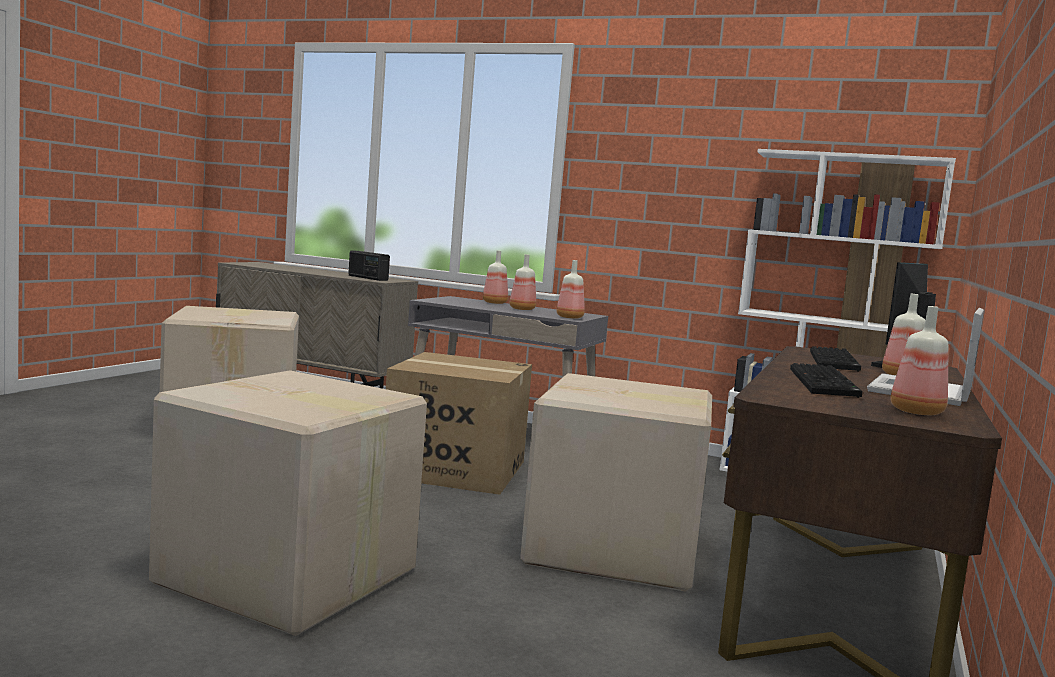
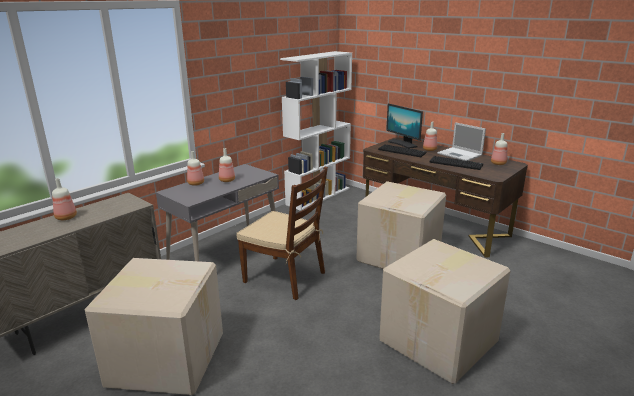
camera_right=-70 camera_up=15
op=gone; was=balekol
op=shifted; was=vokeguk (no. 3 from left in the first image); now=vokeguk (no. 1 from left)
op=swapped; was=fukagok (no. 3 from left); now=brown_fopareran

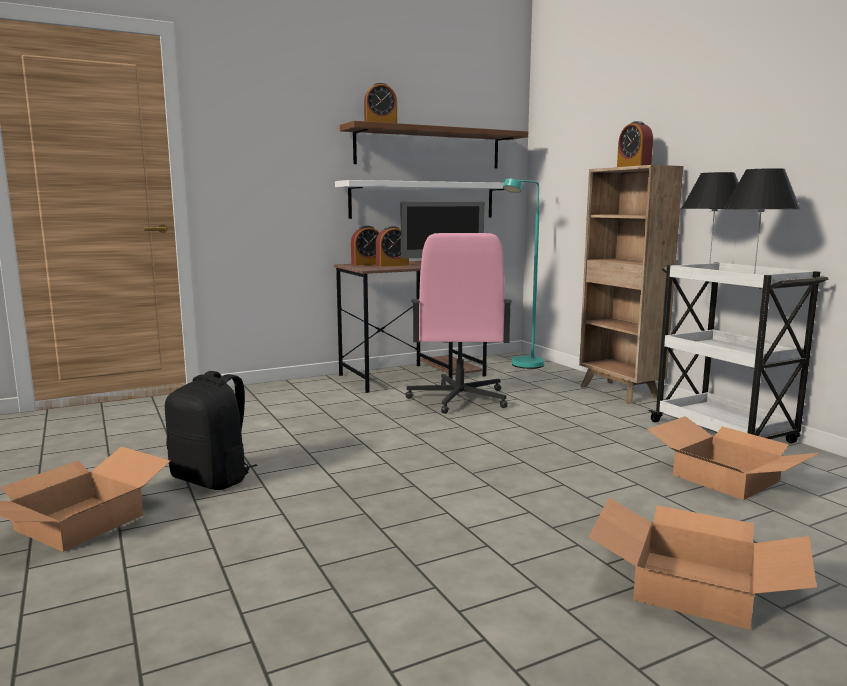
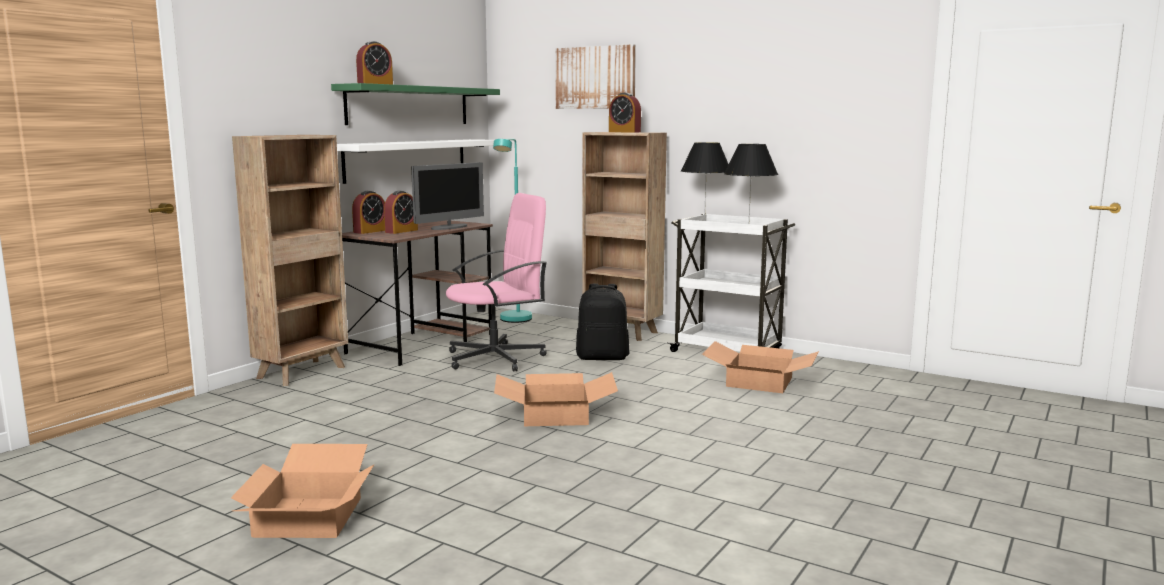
camera_right=-30 camera_up=0
op=repainted; was=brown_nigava; now=green_nigava
op=rotated; was=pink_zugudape; clockwise=-90
op=shifted; was=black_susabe
op=shifted; was=fukagok (no. 2 from left)
op=new; now=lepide
op=new; now=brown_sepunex (no. 1 from left)

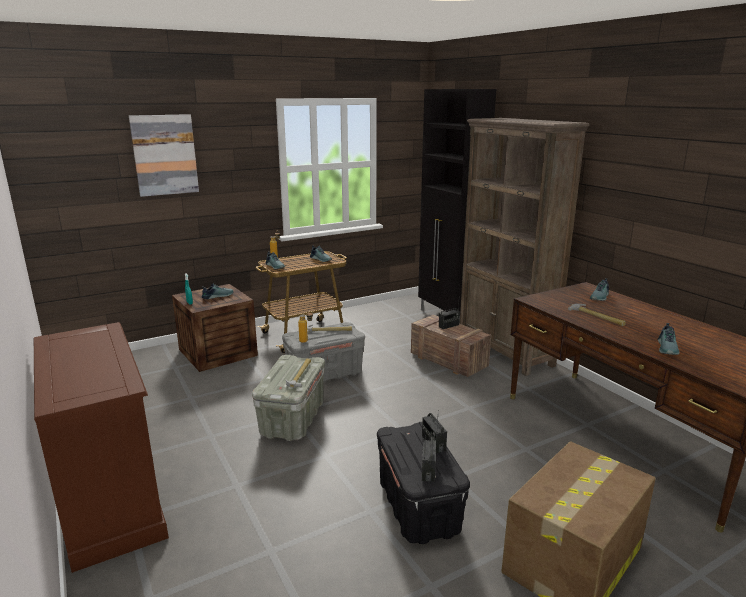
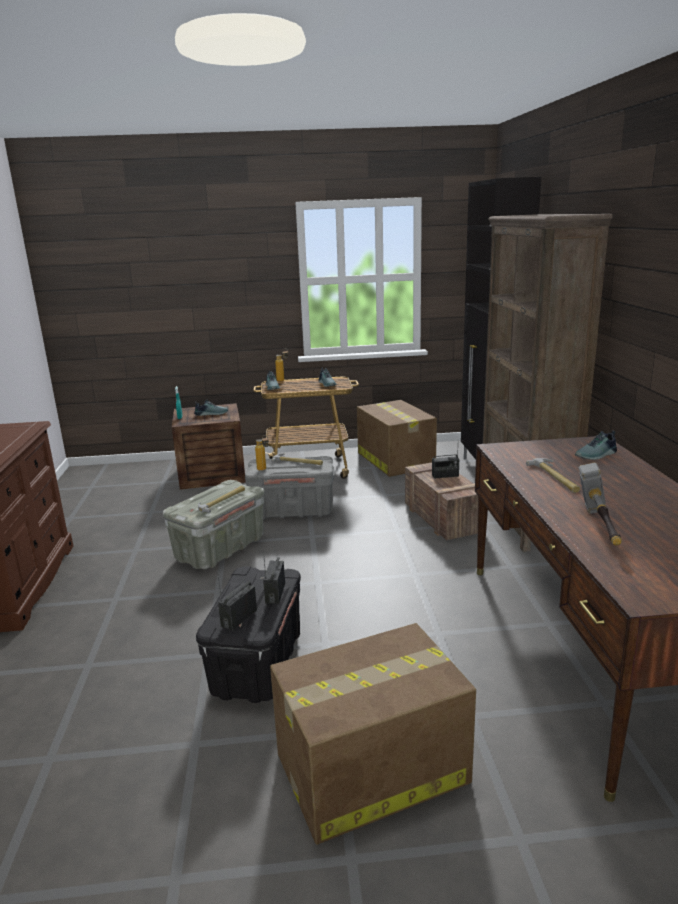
camera_right=25 camera_up=0
op=gone; was=lepide
op=swapped; was=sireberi (no. 5 from left); now=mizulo (no. 4 from left)
op=new; now=fukagok (no. 2 from left)

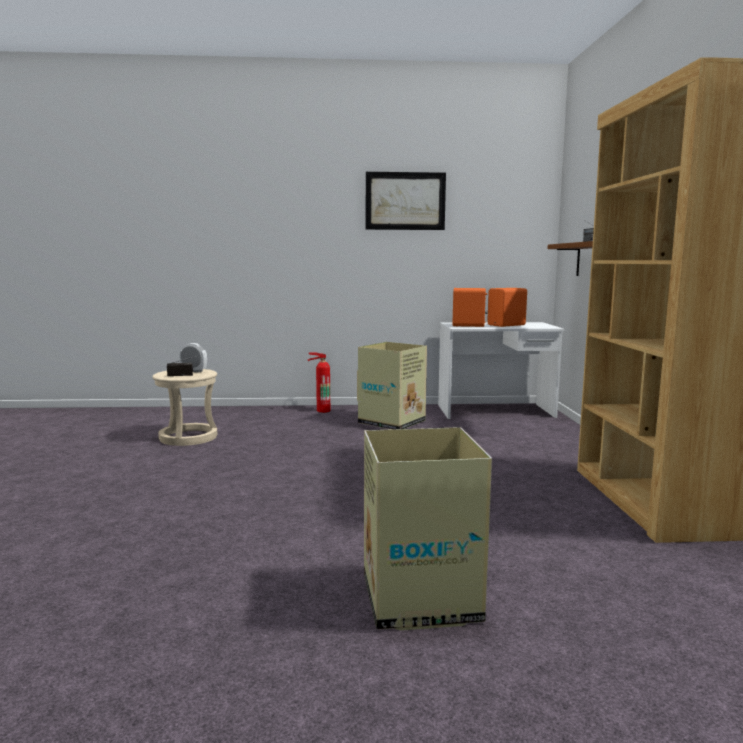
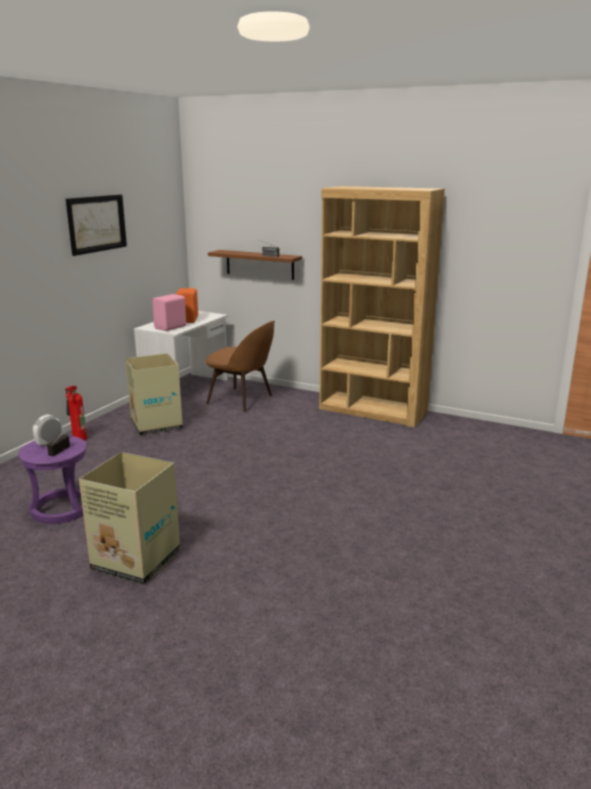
camera_right=-60 camera_up=10
op=repainted; was=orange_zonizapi (no. 1 from left); now=pink_zonizapi
op=repainted; was=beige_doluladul; now=purple_doluladul
op=shifted; was=fukagok (no. 2 from left in the first image); now=fukagok (no. 1 from left)
op=new; now=brown_fopareran

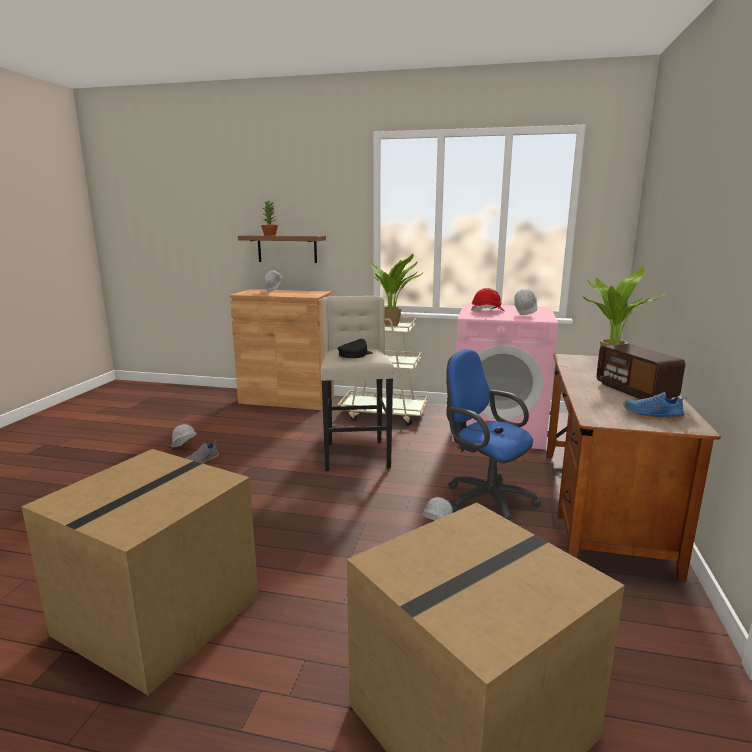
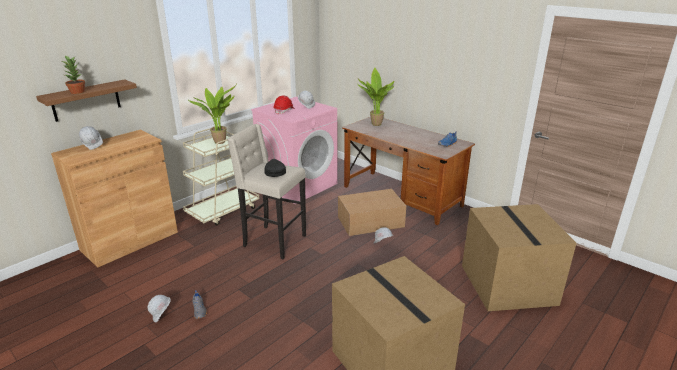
camera_right=-60 camera_up=10
op=gone; was=balekol
op=swapped; was=blue_zugudape; now=fukagok (no. 1 from left)

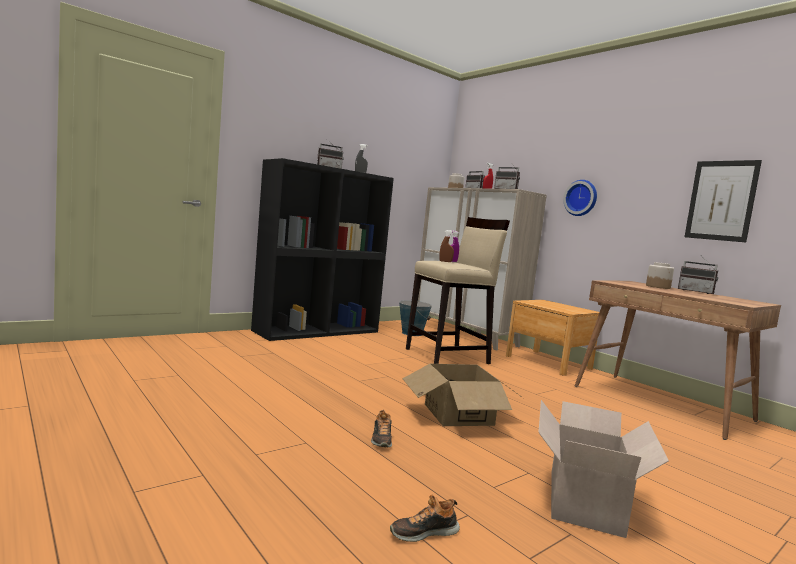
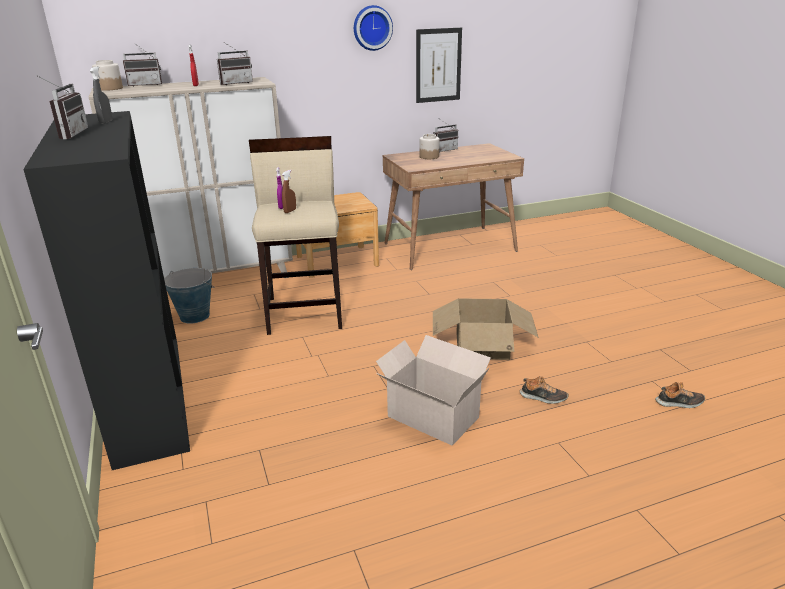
camera_right=-70 camera_up=20
op=shifted; was=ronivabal
op=shifted; was=fukagok (no. 2 from left in the first image); now=fukagok (no. 1 from left)
op=rotated; was=sireberi (no. 2 from left); clockwise=-90

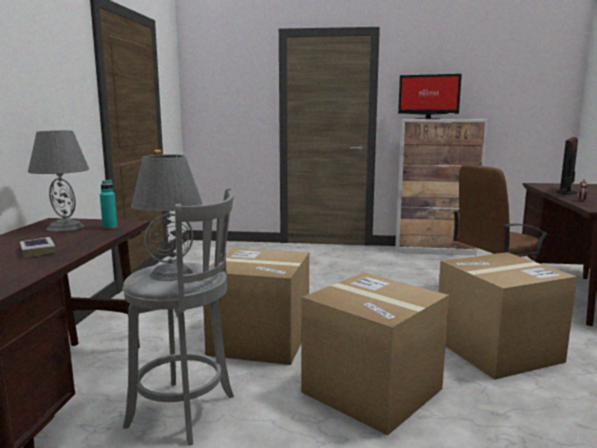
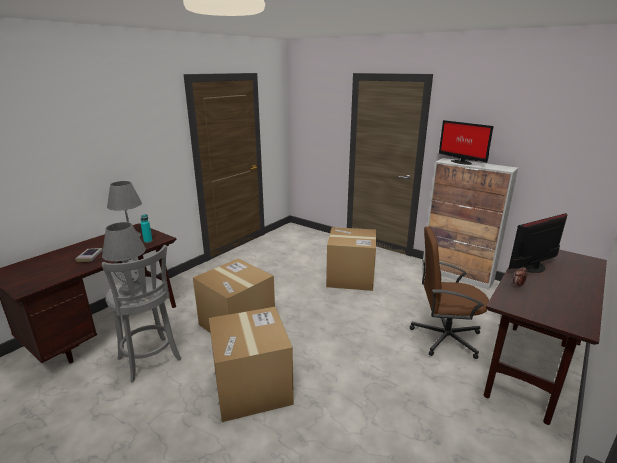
camera_right=30 camera_up=10
op=shifted; was=fukagok (no. 3 from left)

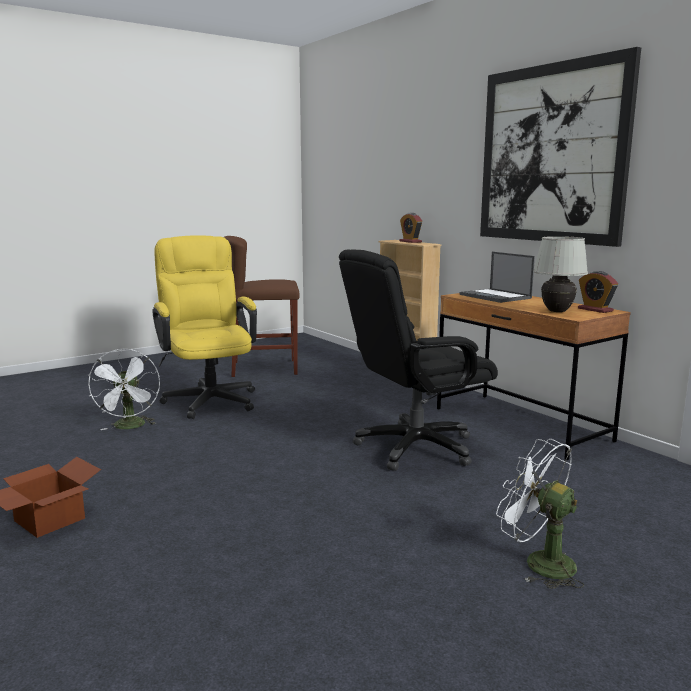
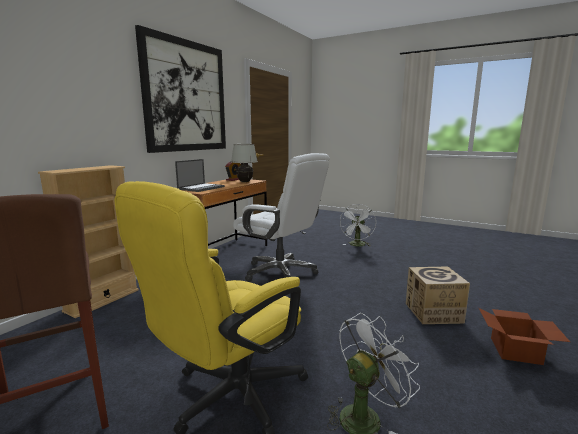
camera_right=-115 camera_up=0
op=gone; was=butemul (no. 1 from left)
op=repainted; was=black_zugudape; now=white_zugudape
op=new; now=fukagok (no. 1 from left)

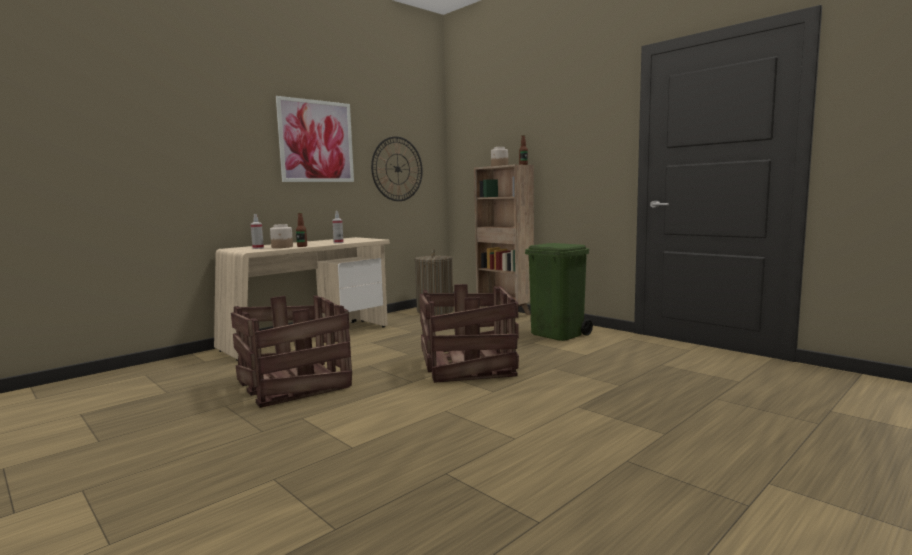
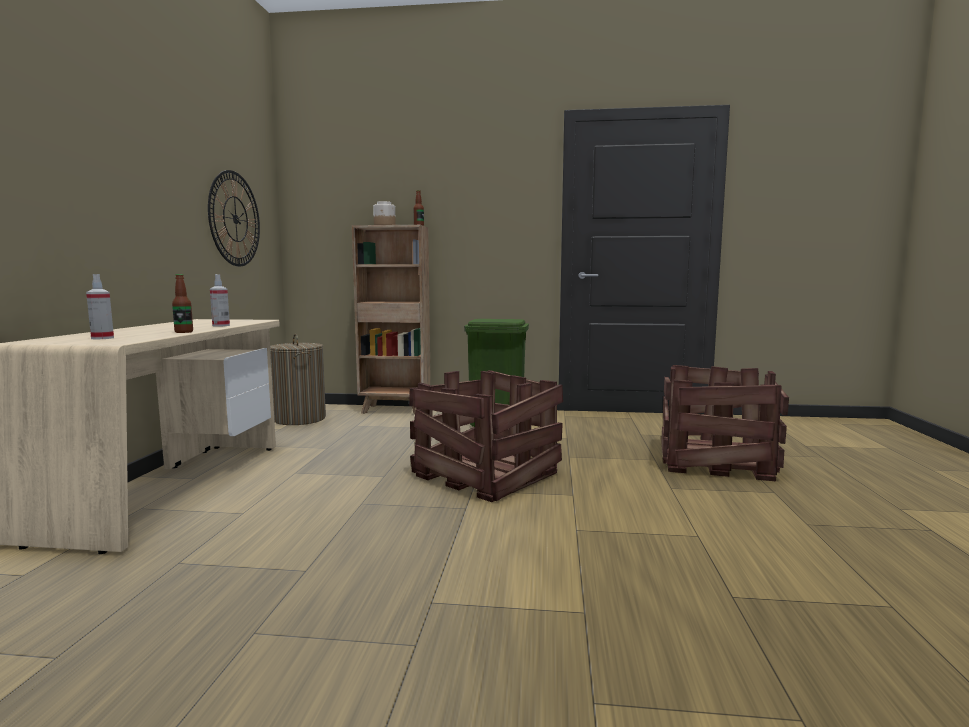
camera_right=-40 camera_up=0
op=gone; was=lepide
op=gone; was=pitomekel (no. 1 from left)
op=shifted; was=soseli (no. 1 from left in the first image); now=soseli (no. 2 from left)

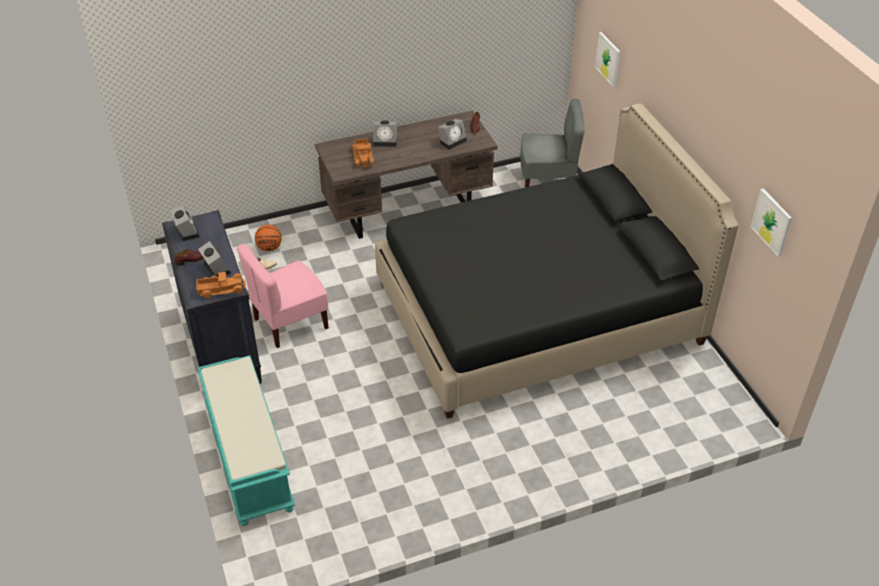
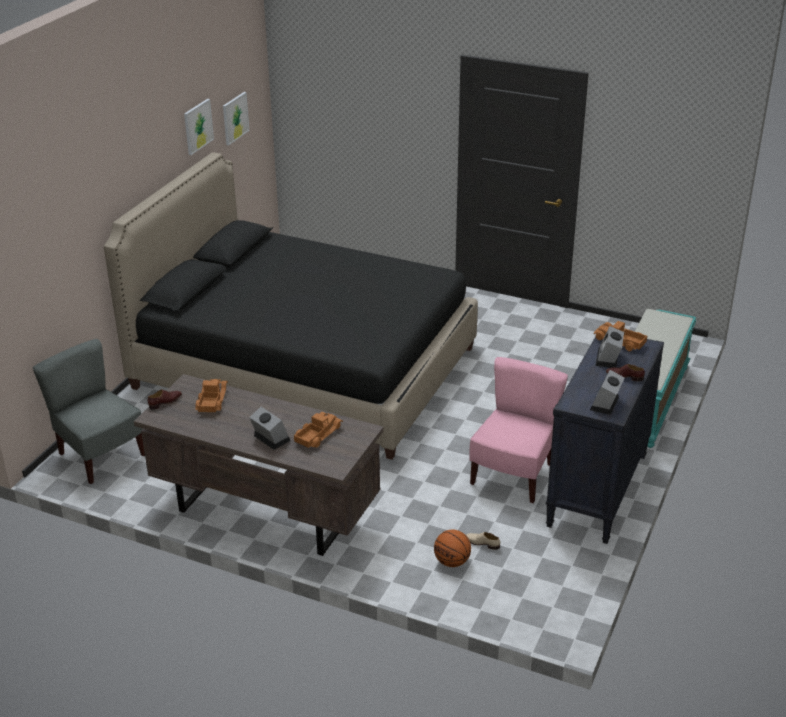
camera_right=-135 camera_up=-10
op=shifted; was=lepide (no. 1 from left)
op=swapped; was=butemul (no. 4 from left); now=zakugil (no. 1 from left)
op=rotated; was=pink_fopareran; clockwise=-75

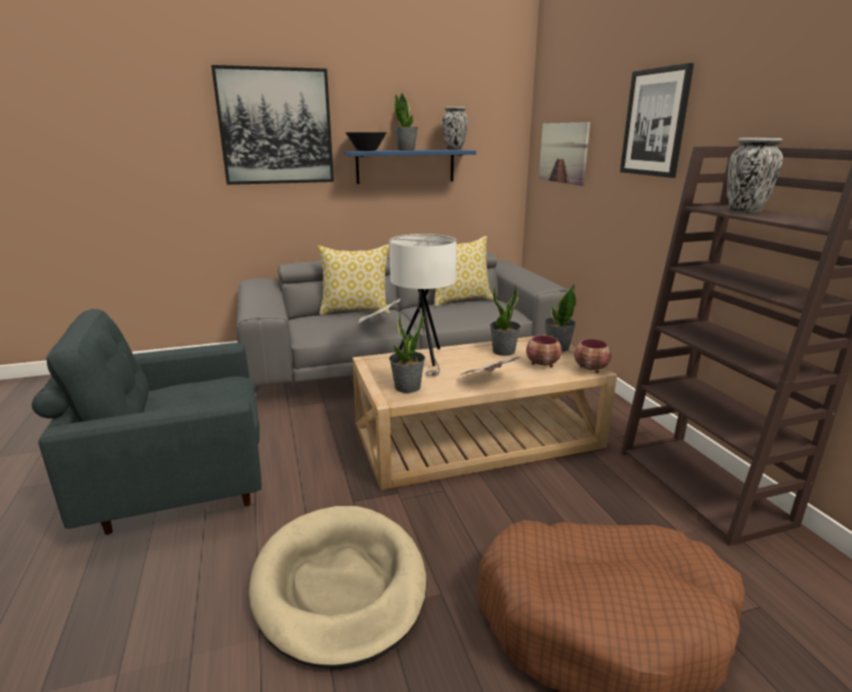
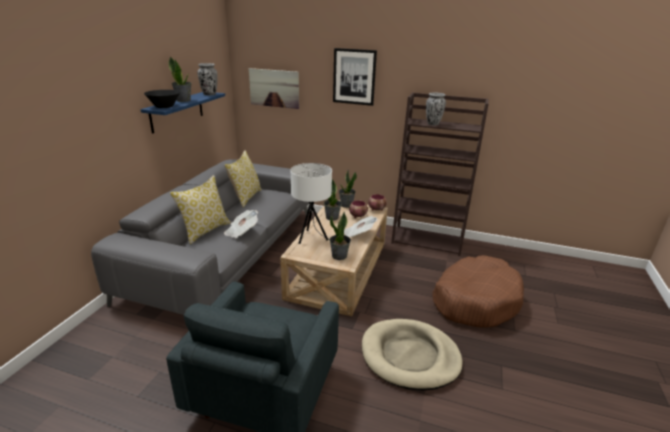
camera_right=-55 camera_up=5
op=gone; was=lepide (no. 1 from left)

